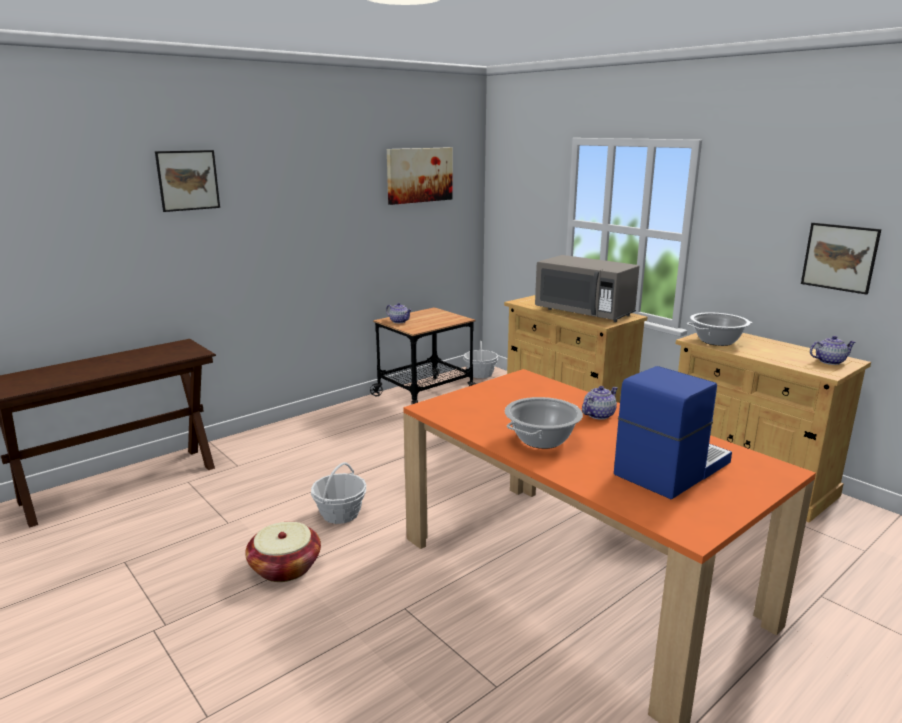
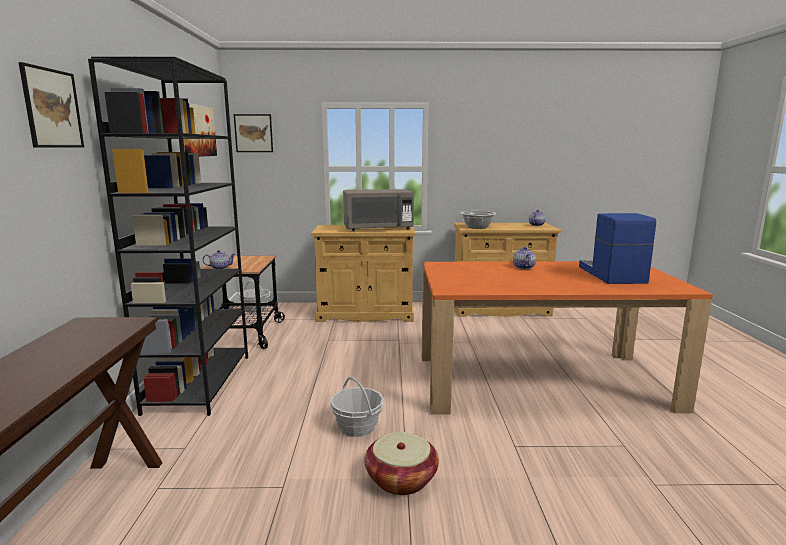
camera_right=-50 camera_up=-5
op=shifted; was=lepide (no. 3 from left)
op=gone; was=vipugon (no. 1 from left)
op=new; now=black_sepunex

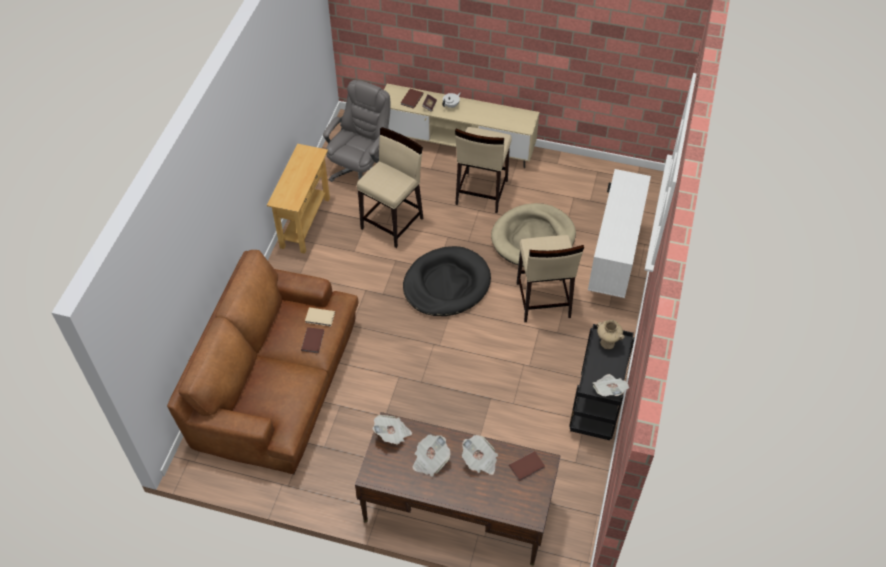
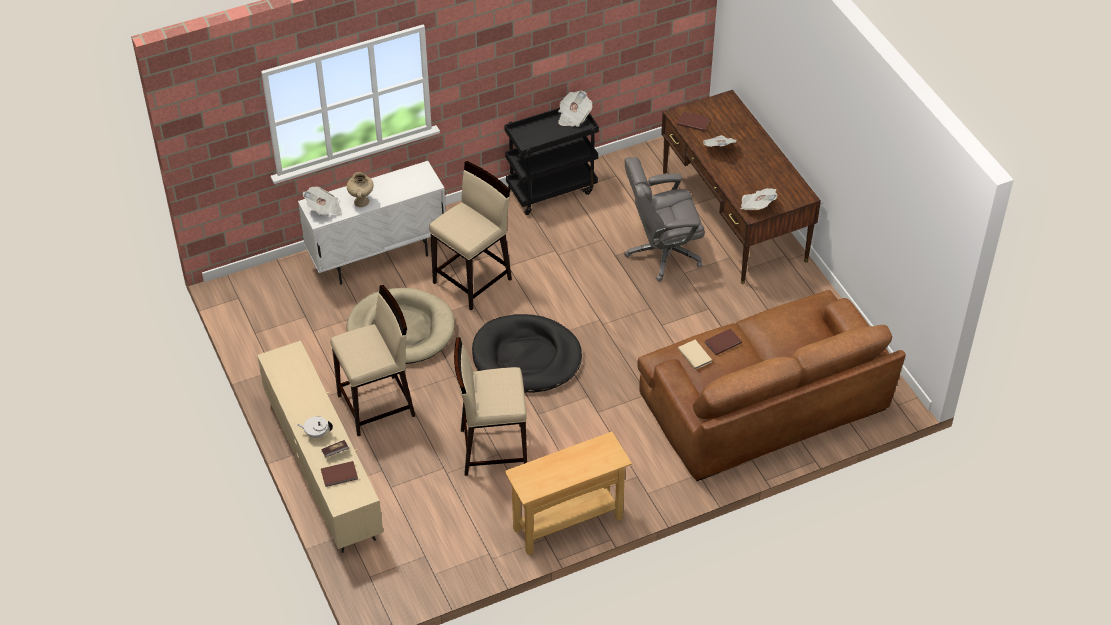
camera_right=-130 camera_up=-5
op=shifted; was=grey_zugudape
op=shifted; was=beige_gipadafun
op=shifted; was=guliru (no. 2 from left in the first image); now=guliru (no. 1 from left)

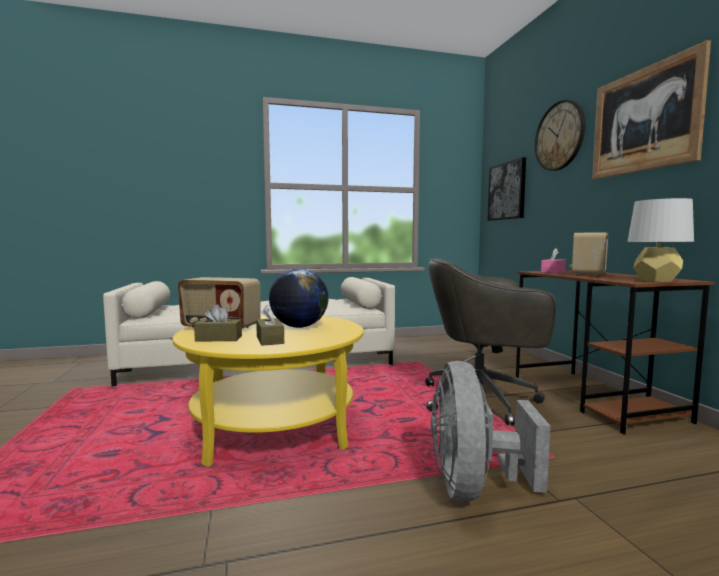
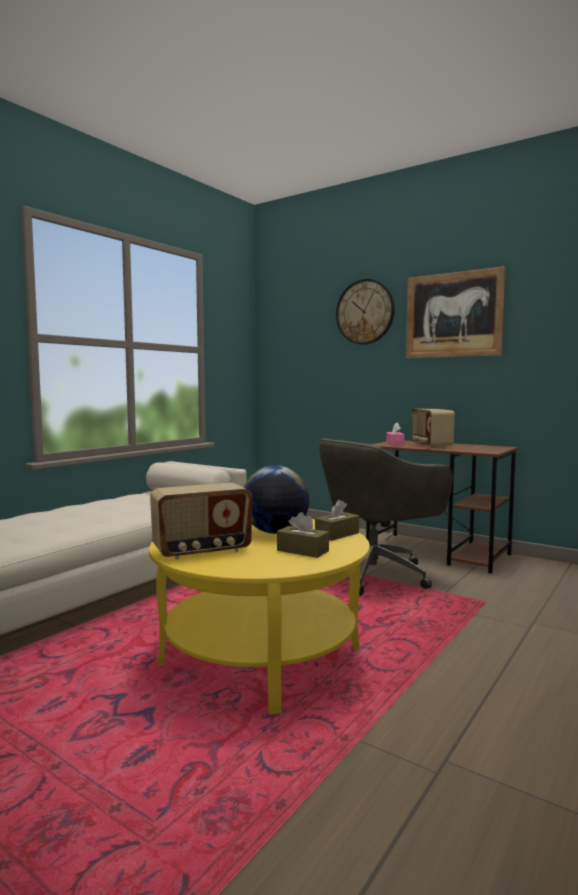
camera_right=-40 camera_up=0
op=gone; was=lepide (no. 1 from left)
op=gone; was=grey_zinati
op=shifted; was=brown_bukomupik (no. 1 from left in the first image); now=brown_bukomupik (no. 2 from left)
op=gone; was=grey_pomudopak

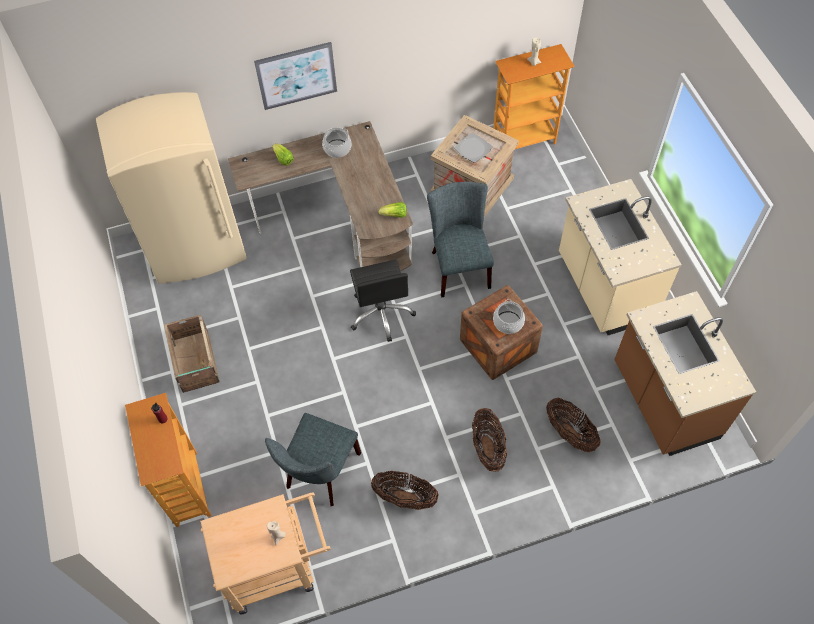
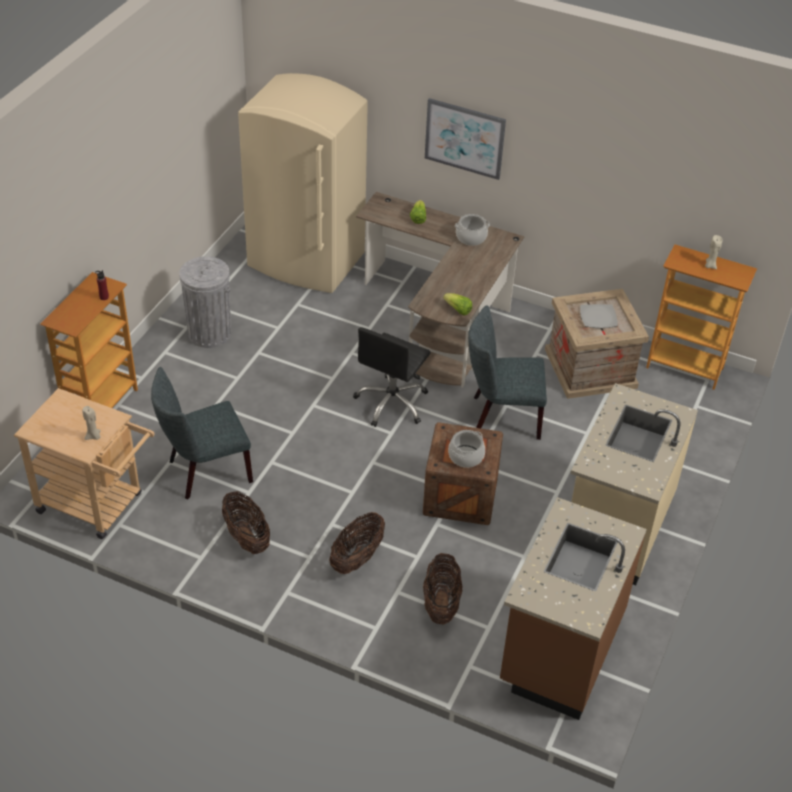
camera_right=40 camera_up=-15
op=rotated; was=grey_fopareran (no. 2 from left); clockwise=-120
op=swapped; was=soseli (no. 1 from left); now=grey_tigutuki

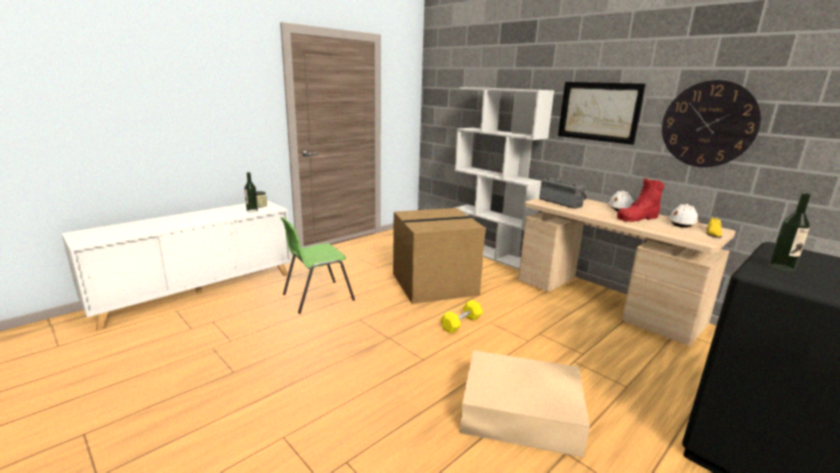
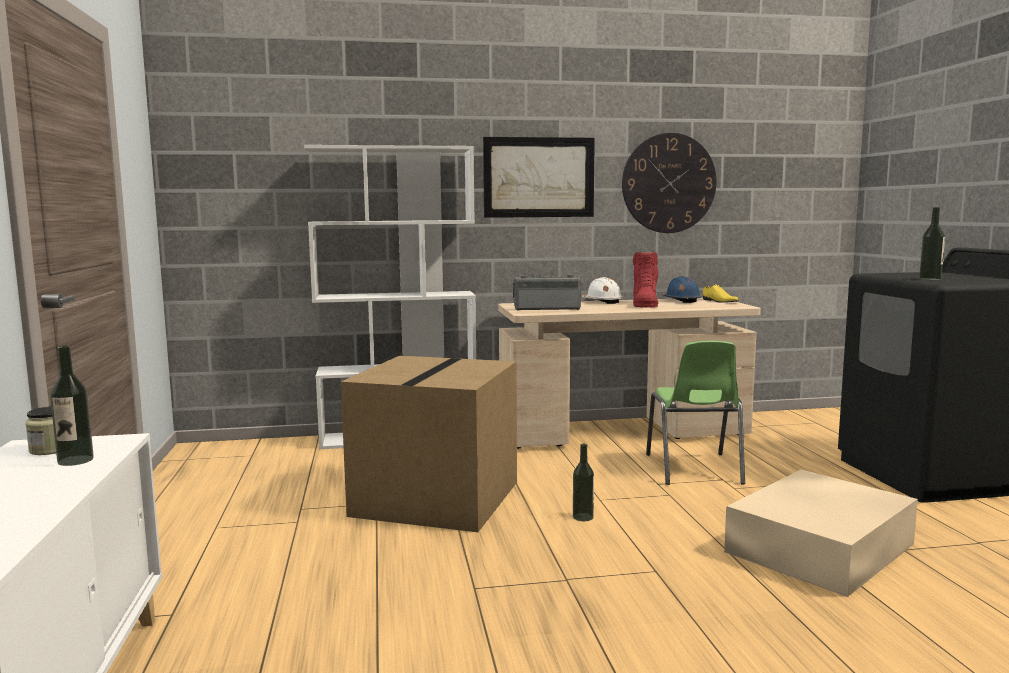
camera_right=-55 camera_up=-10
op=repainted; was=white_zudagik (no. 2 from left); now=blue_zudagik
op=shifted; was=green_fopareran
op=swapped; was=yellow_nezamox; now=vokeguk (no. 2 from left)

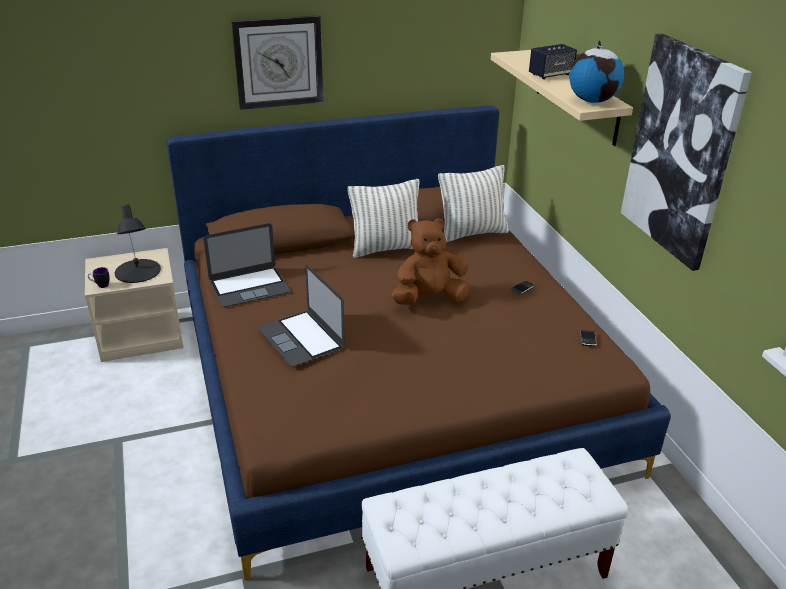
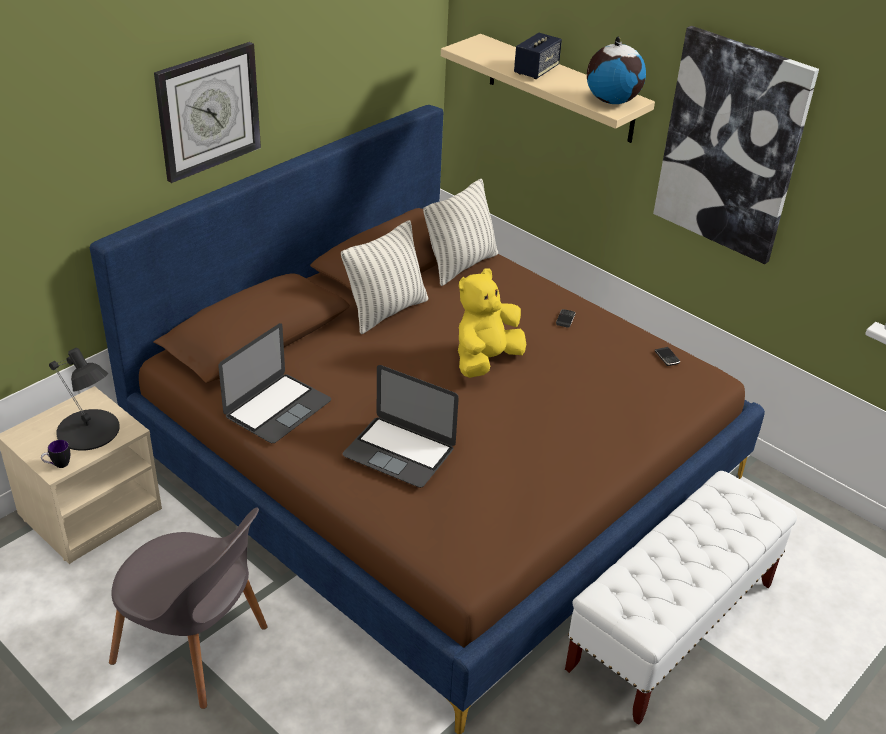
camera_right=-30 camera_up=5
op=repainted; was=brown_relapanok; now=yellow_relapanok
op=new; now=grey_fopareran

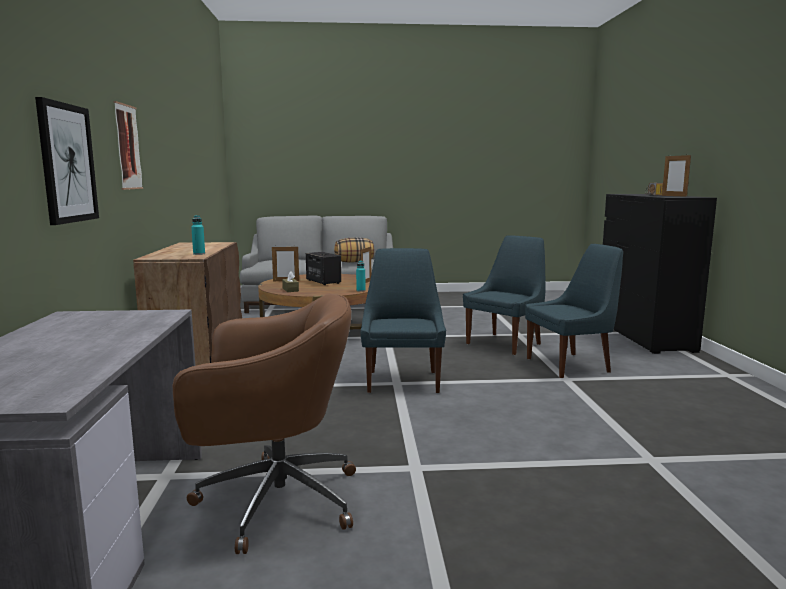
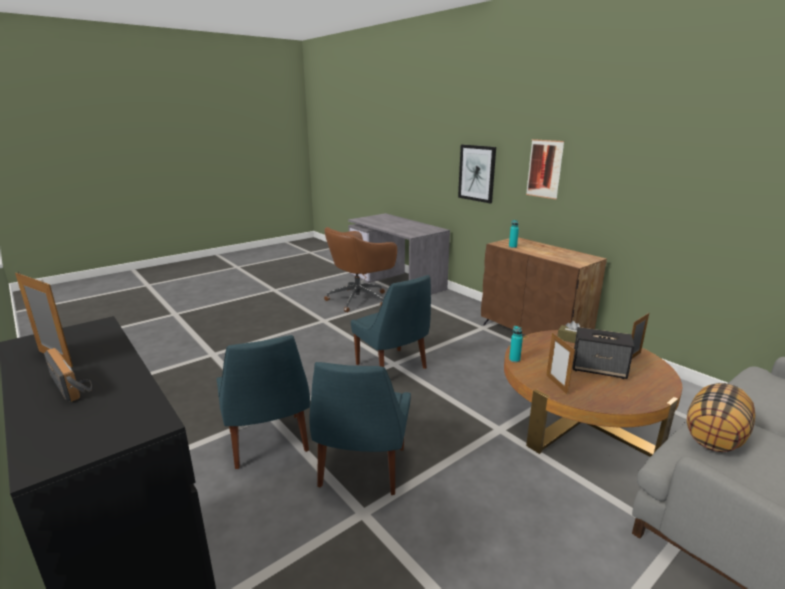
camera_right=145 camera_up=10
op=rotated; was=blue_fopareran (no. 3 from left in the first image); clockwise=-60

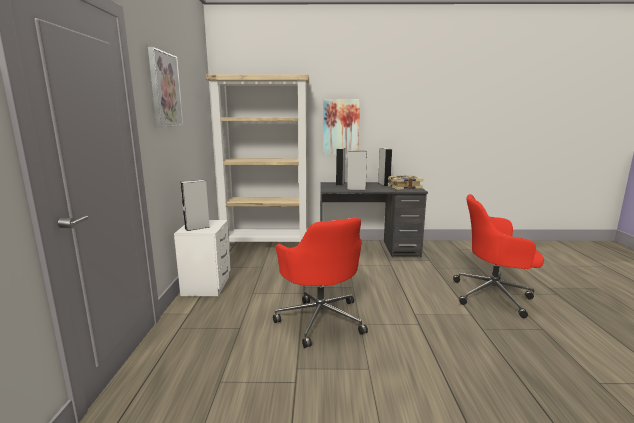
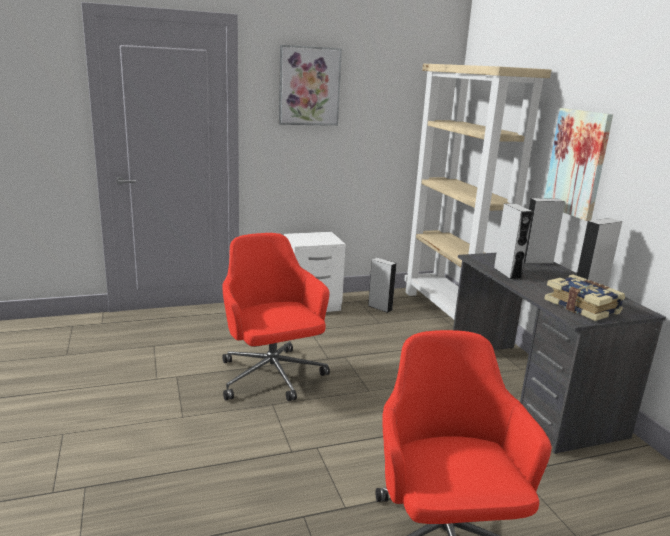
camera_right=70 camera_up=5
op=shifted; was=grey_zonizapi (no. 1 from left)
op=rotated; was=red_zugudape (no. 1 from left); clockwise=105

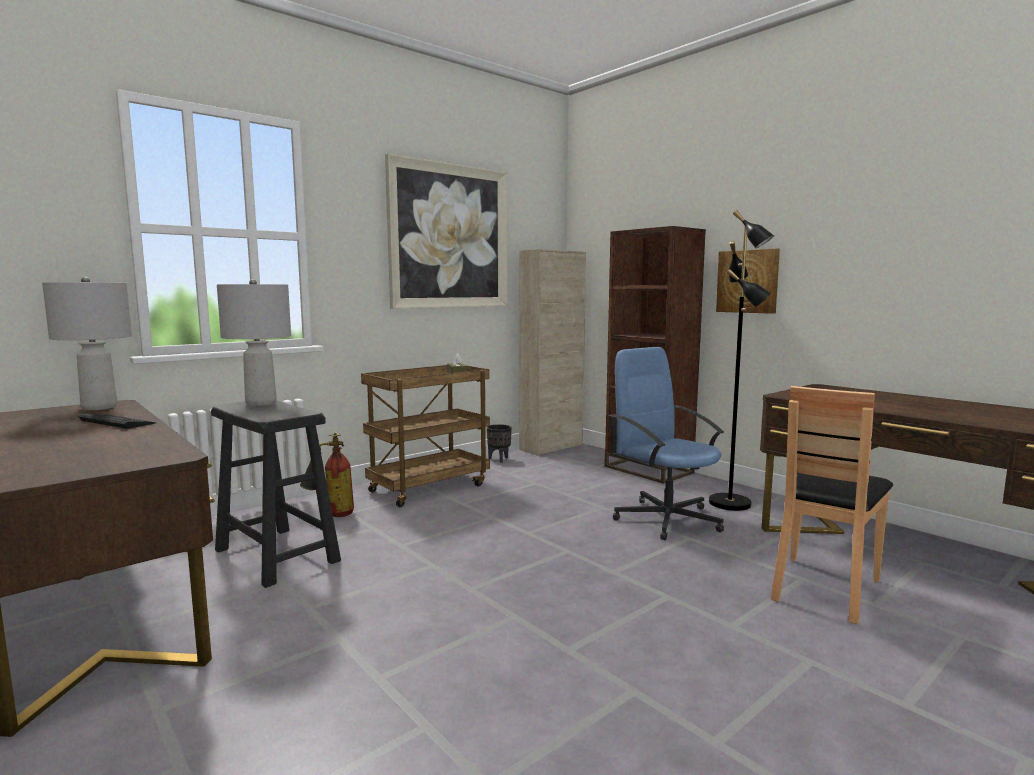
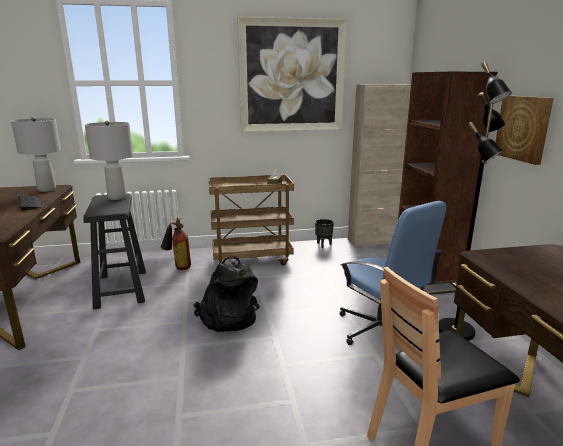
camera_right=30 camera_up=10
op=rotated; was=blue_zugudape; clockwise=150
op=new; now=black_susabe

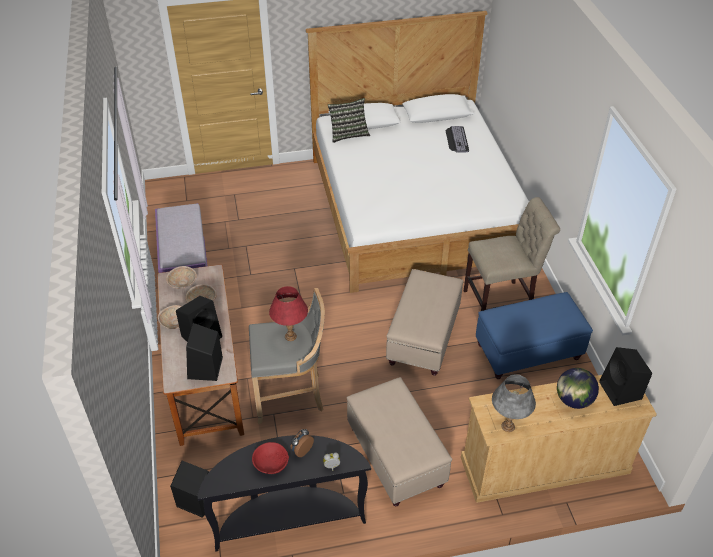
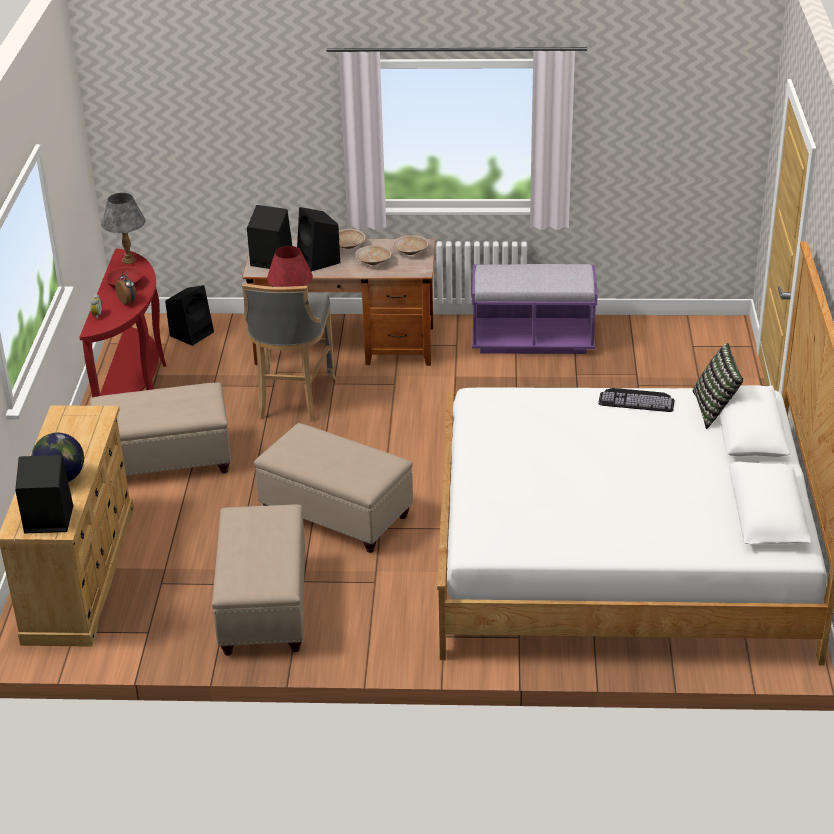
camera_right=105 camera_up=-10
op=shifted; was=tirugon
op=gone; was=beige_fopareran
op=repainted; was=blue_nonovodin; now=beige_nonovodin (no. 2 from left)
op=shifted; was=grey_zinati
op=repainted; was=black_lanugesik; now=red_lanugesik

